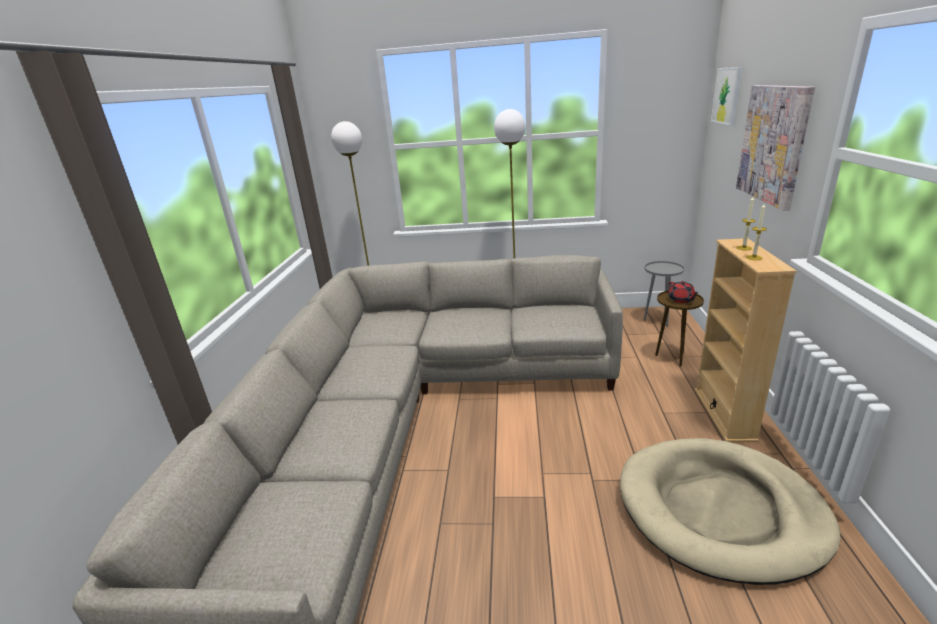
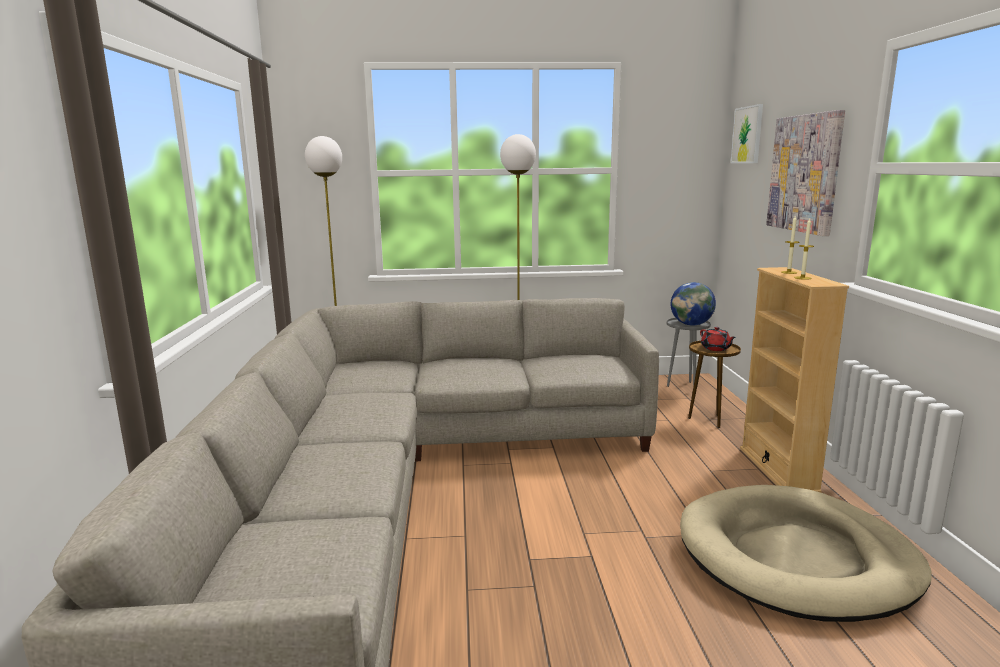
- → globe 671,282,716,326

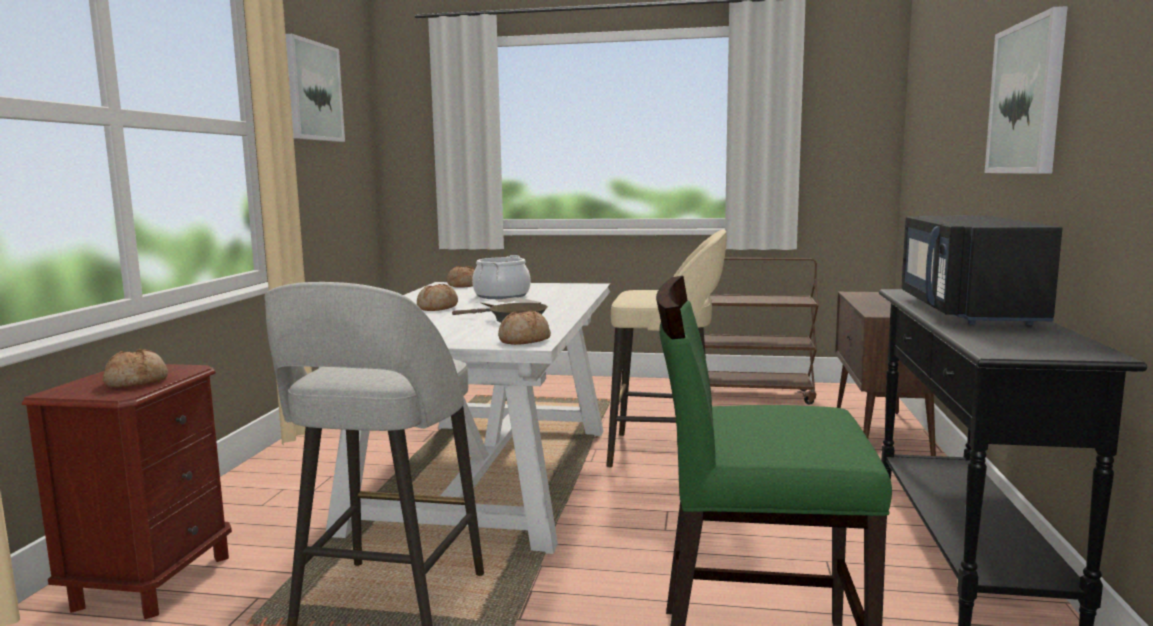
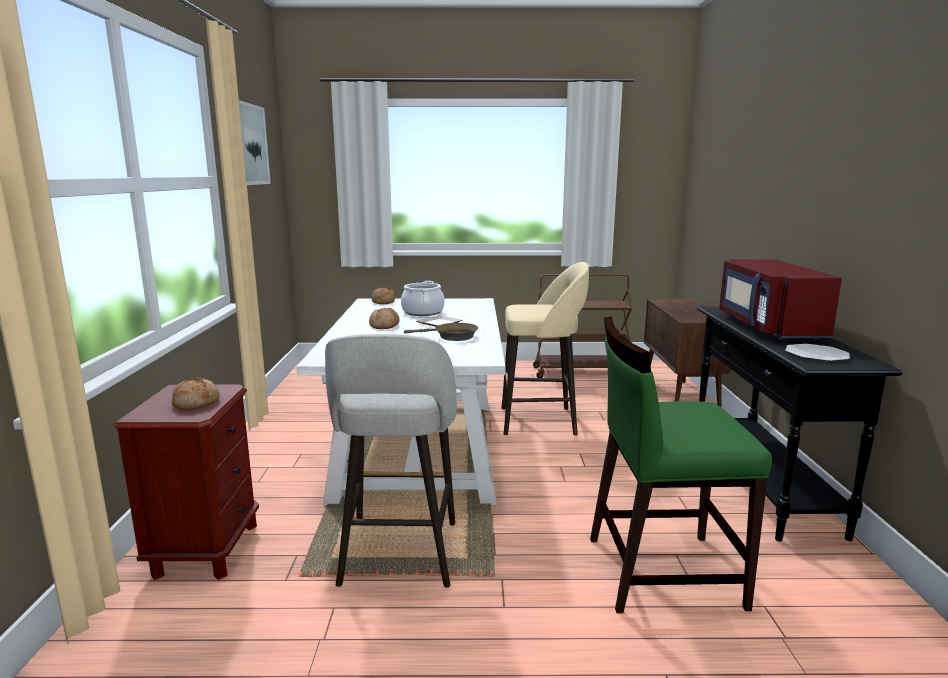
picture 985,6,1068,174 → -
blackish kitchen microwave 901,215,1062,325 → red-coloured kitchen microwave 719,259,842,340
bakery bread 498,311,551,345 → -
- → dinner plate 785,344,850,361

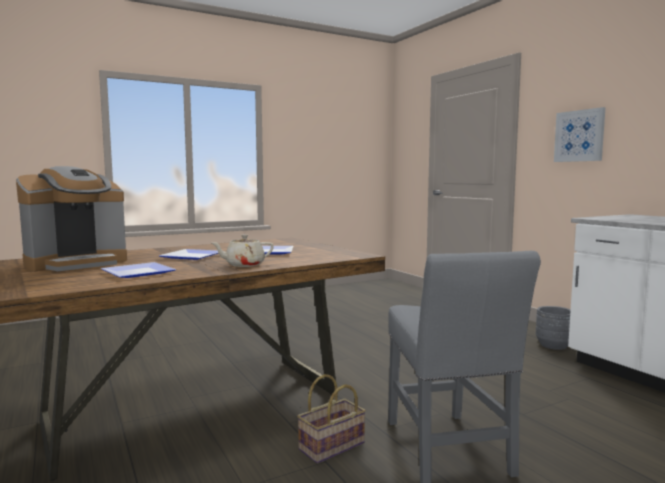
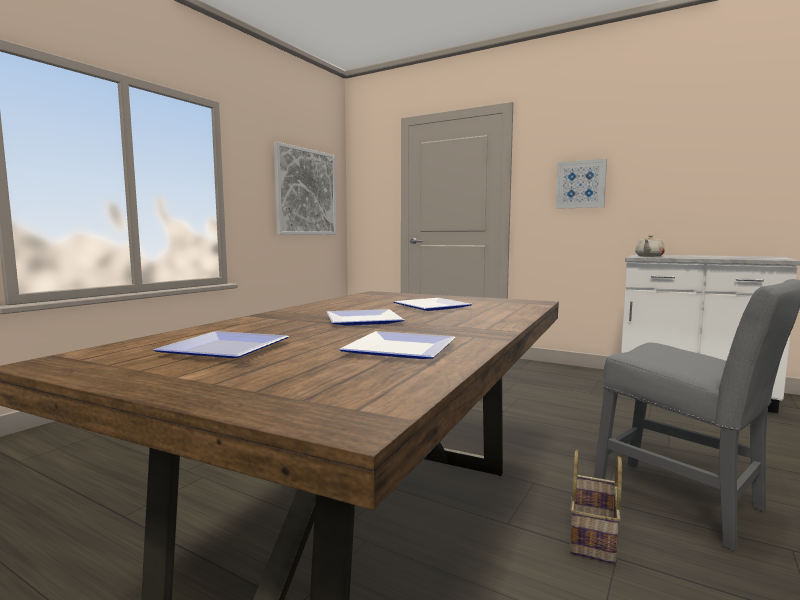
coffee maker 16,166,127,272 → dinner plate 153,331,289,358
beige pot for tea 212,234,274,267 → beige pot for tea 635,235,665,257, shifted
gray flower pot 536,306,571,350 → -
- → picture 274,142,336,235

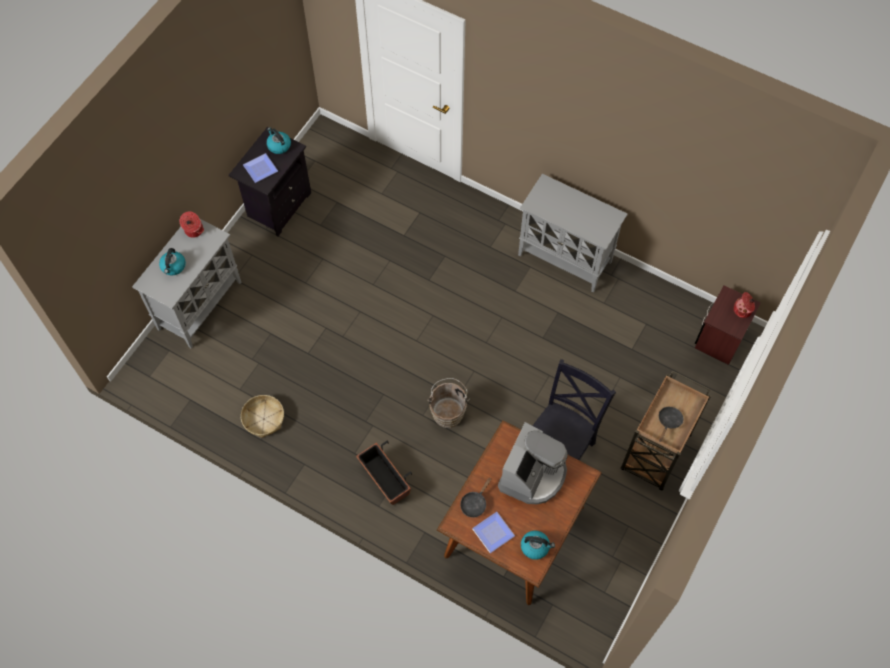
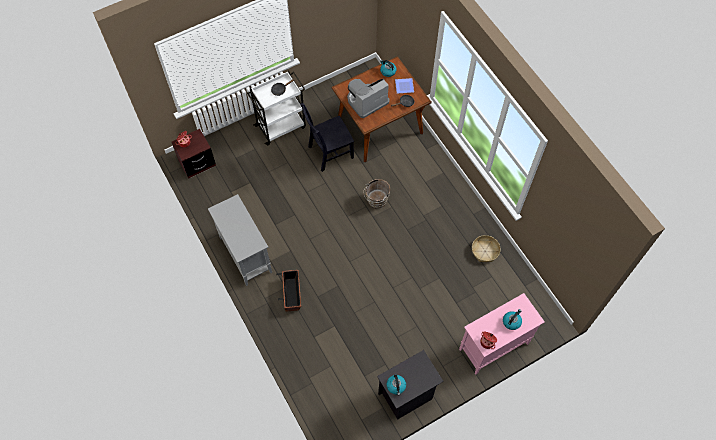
dinner plate 243,153,278,183 → -
gray storage cabinet 132,218,242,348 → pinkish storage cabinet 459,293,545,375
brown cart 621,371,711,491 → white-coloured cart 247,71,306,145
flower pot 356,441,412,505 → flower pot 277,270,301,312, shifted

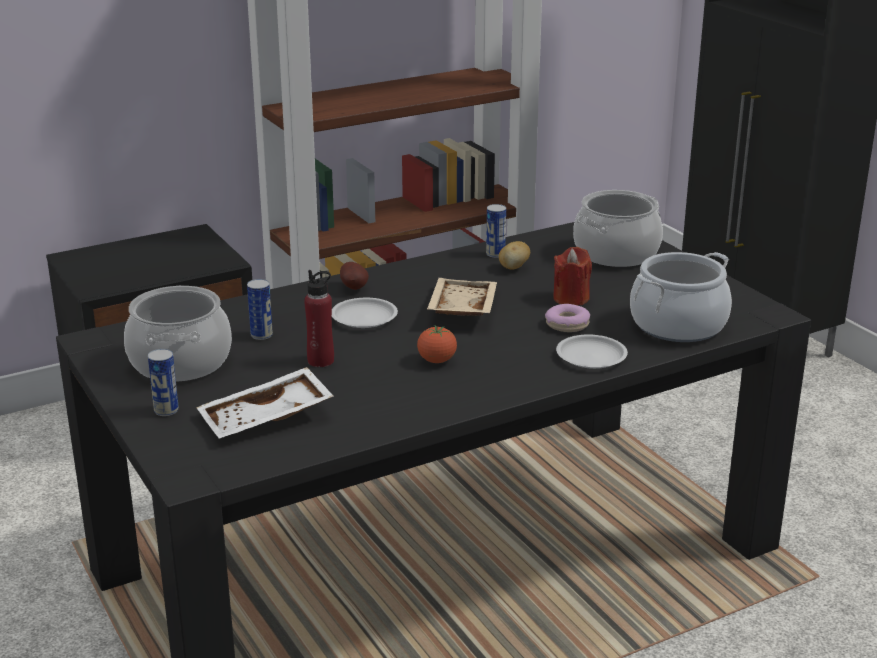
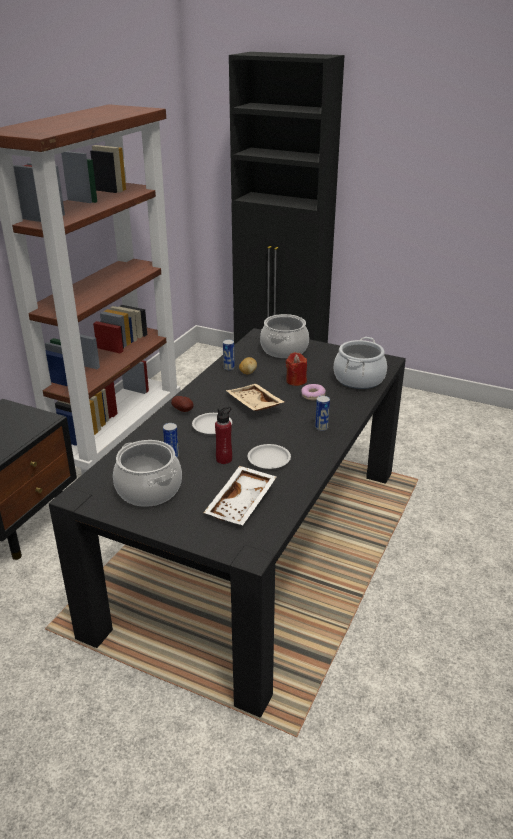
tomato 417,325,457,363 → -
white-coloured dinner plate 556,335,628,369 → white-coloured dinner plate 248,444,291,469, shifted
can 148,349,179,416 → can 315,396,330,431, shifted

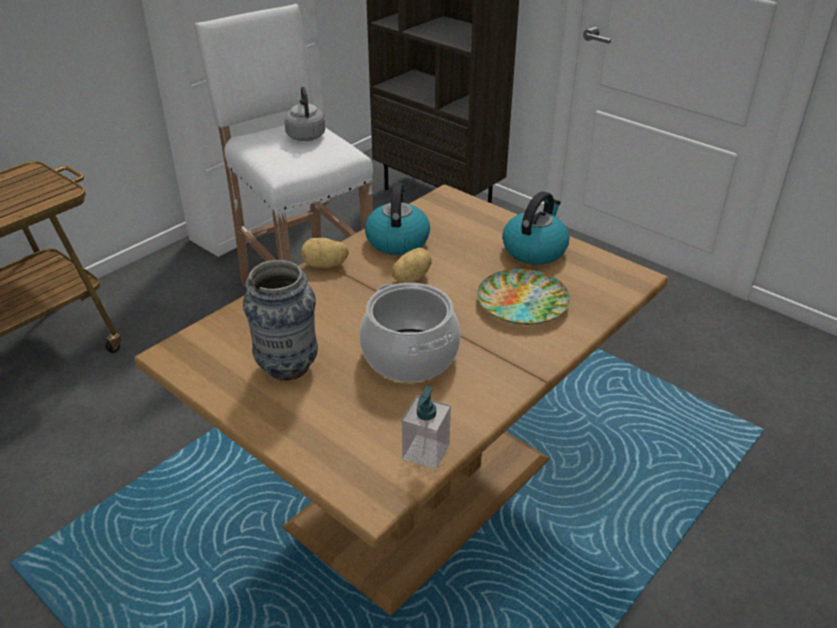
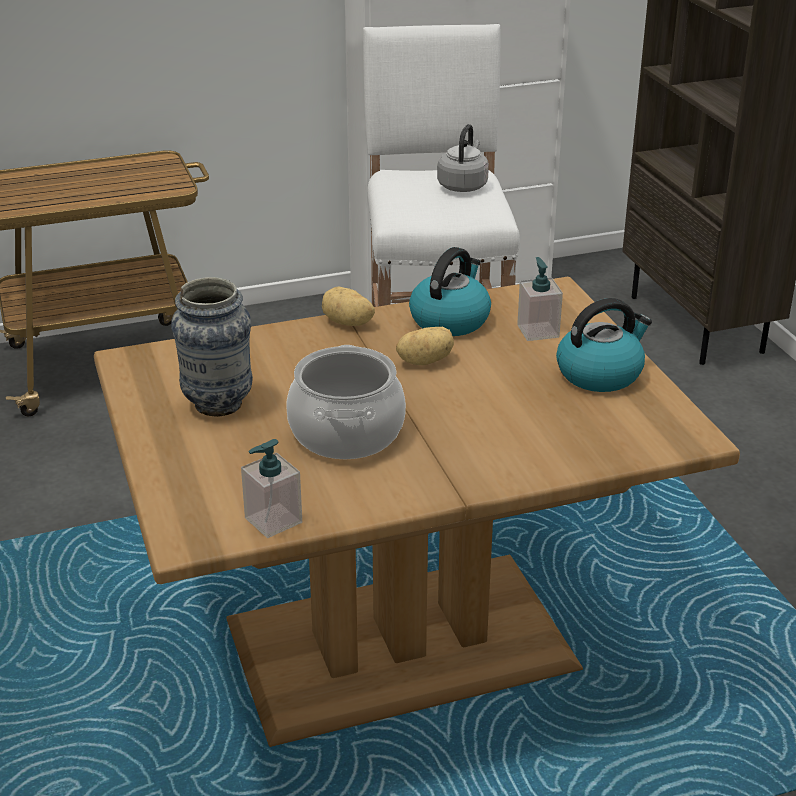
dinner plate 477,269,570,325 → -
- → liquid soap bottle 517,257,563,341

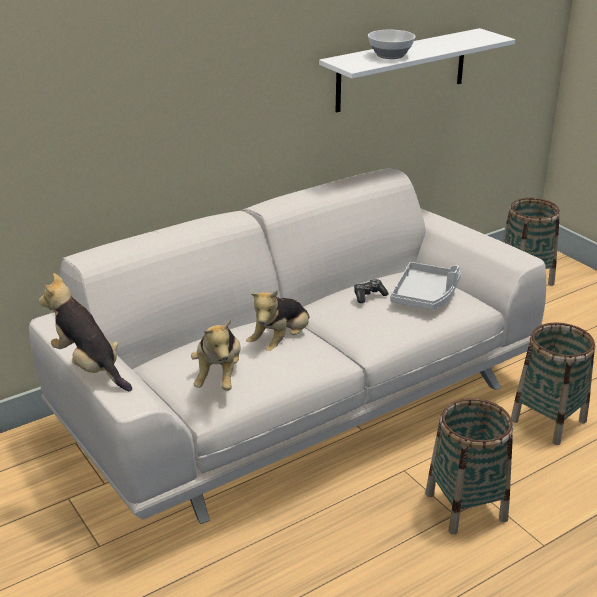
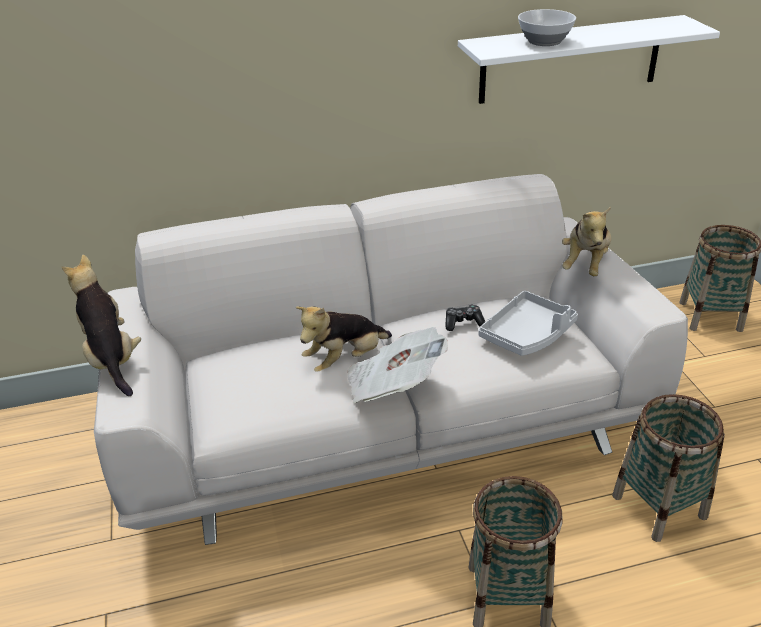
plush toy 191,319,241,391 → plush toy 562,207,611,276, shifted
- → printed paper 347,327,448,403

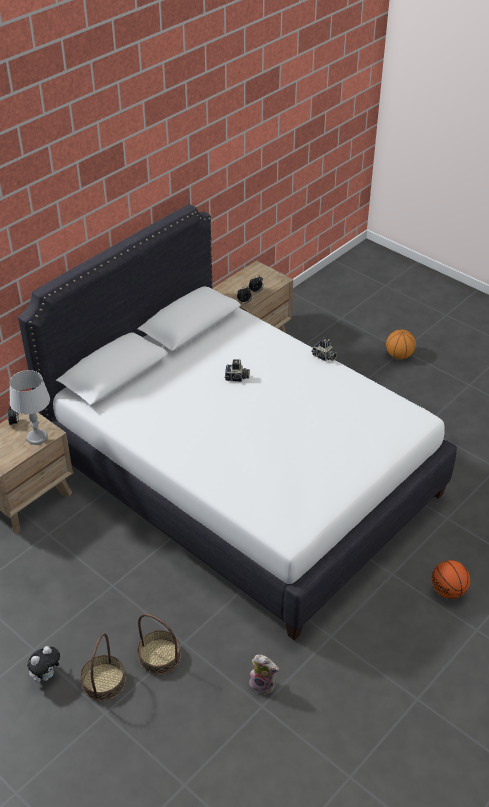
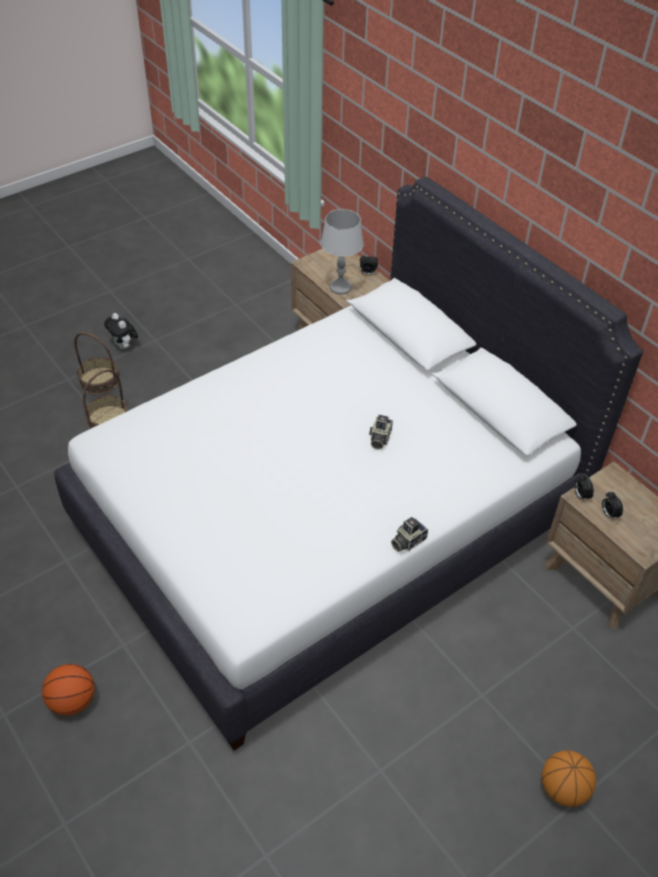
plush toy 249,655,279,695 → -

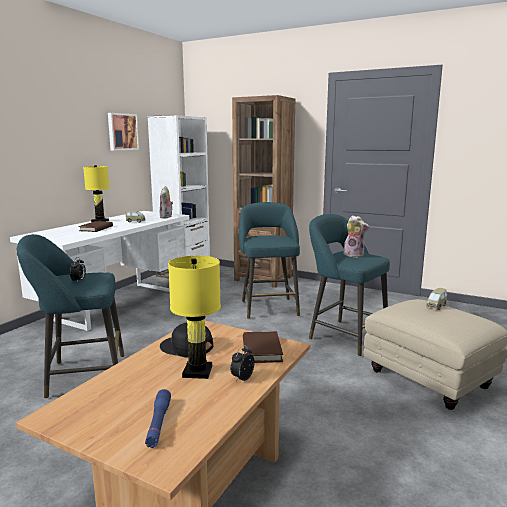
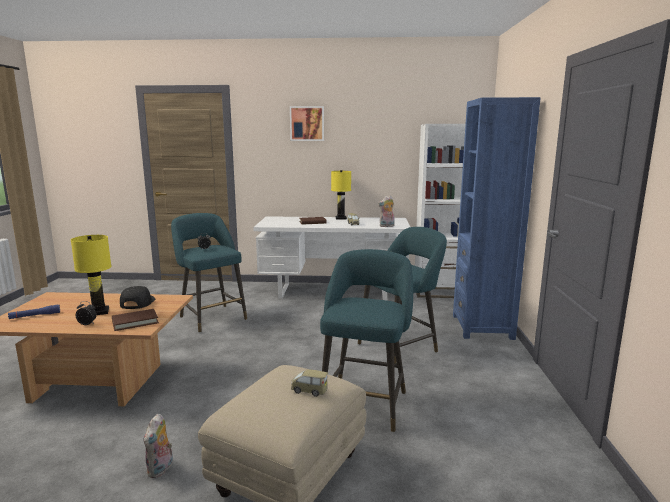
brown bookcase 232,95,295,288 → blue bookcase 453,97,541,340
picture 108,113,139,150 → picture 290,106,324,141, shifted
plush toy 343,215,369,258 → plush toy 144,414,173,478, shifted

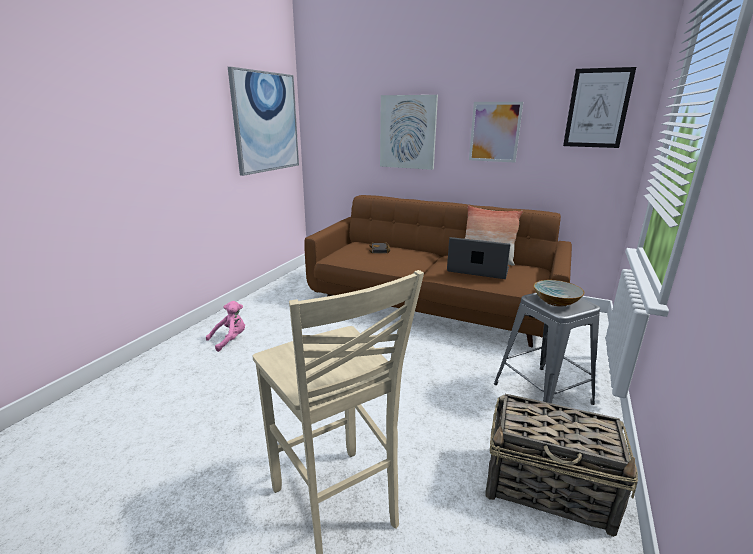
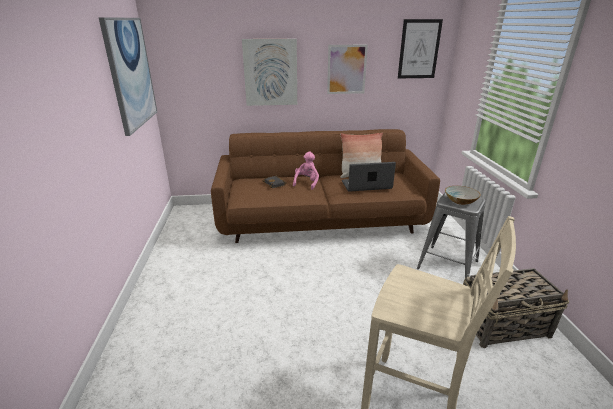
pinkish plush toy 206,301,245,352 → pinkish plush toy 293,151,319,190, shifted

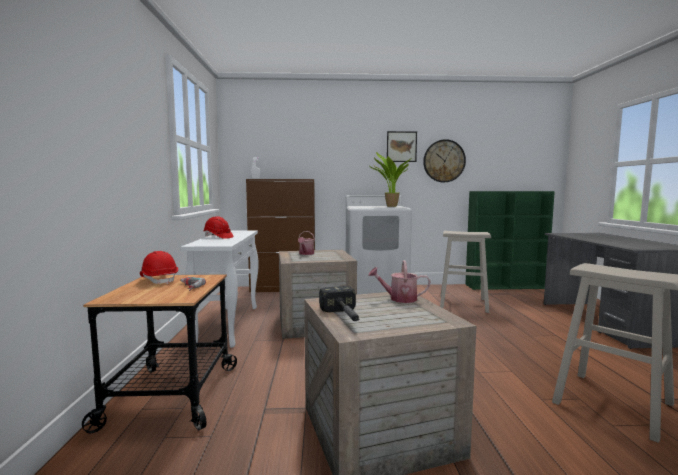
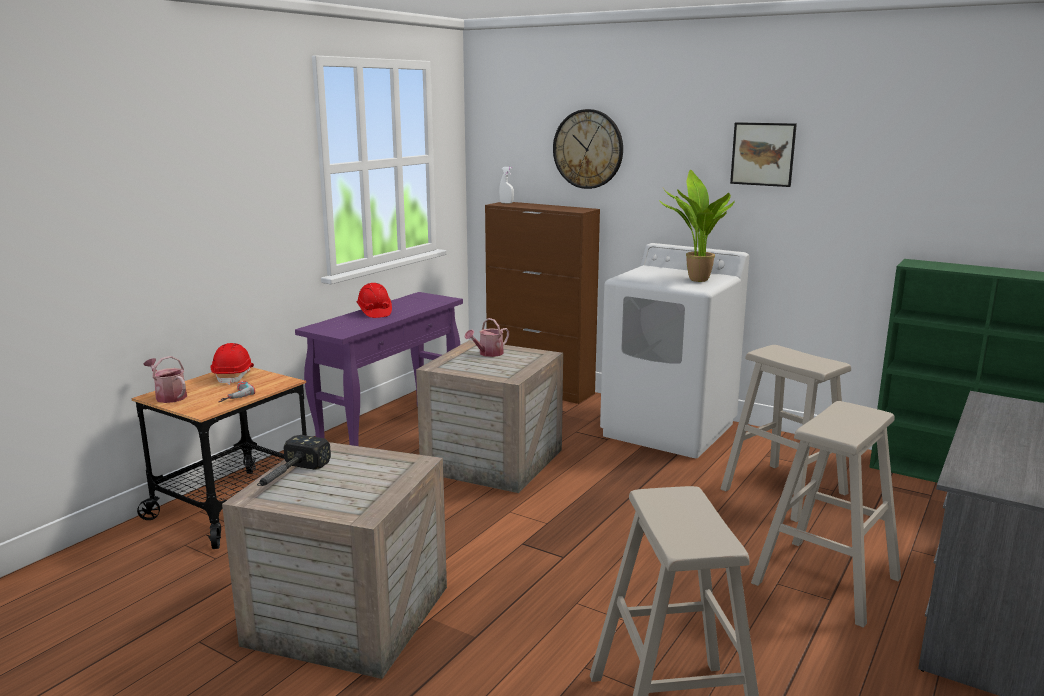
wall clock 423,139,466,182 → wall clock 553,109,623,189, shifted
white-coloured hall table 181,230,259,348 → purplish hall table 295,292,463,446
watering can 368,260,431,303 → watering can 143,356,187,403, shifted
- → beige stool seat 751,401,901,628

